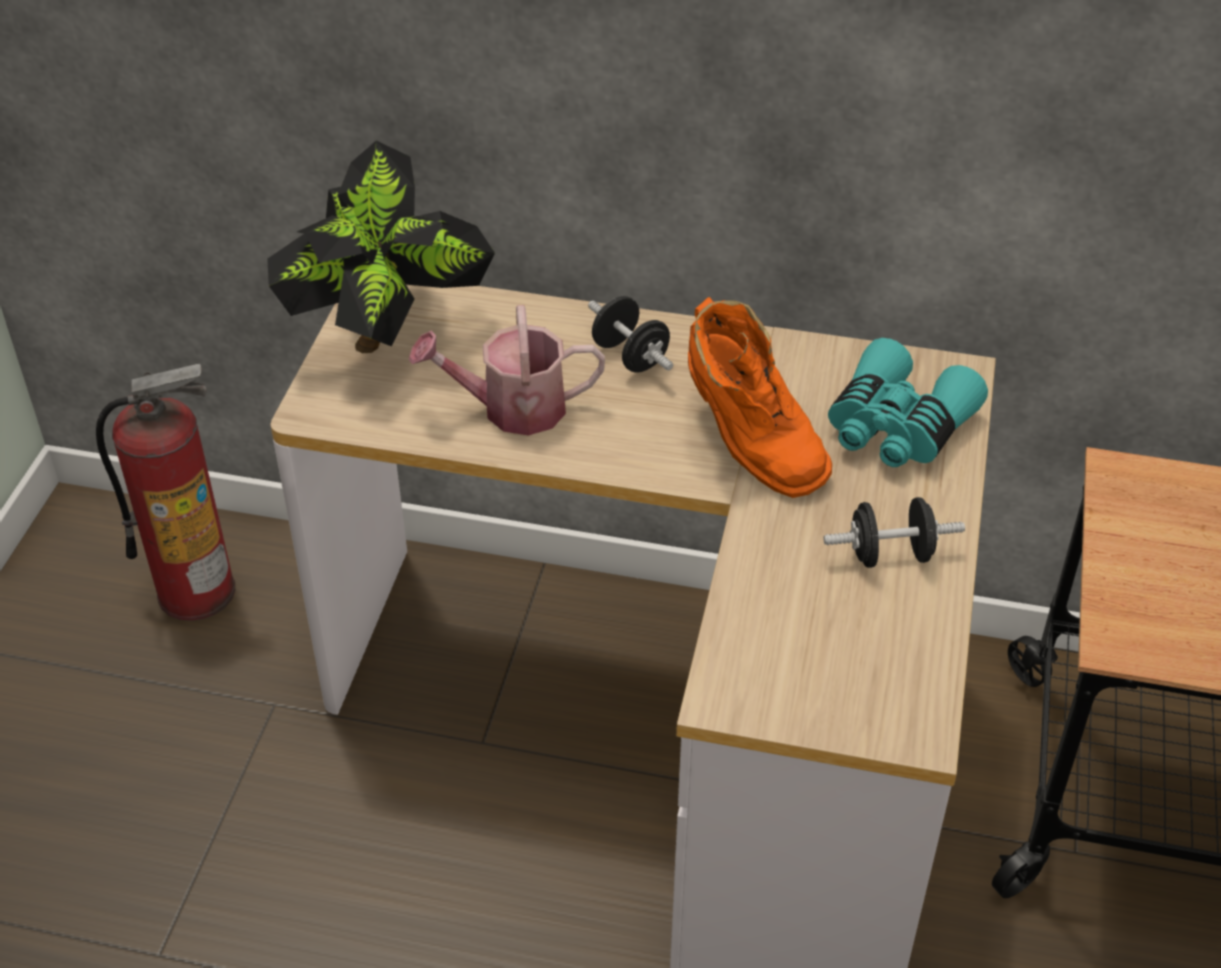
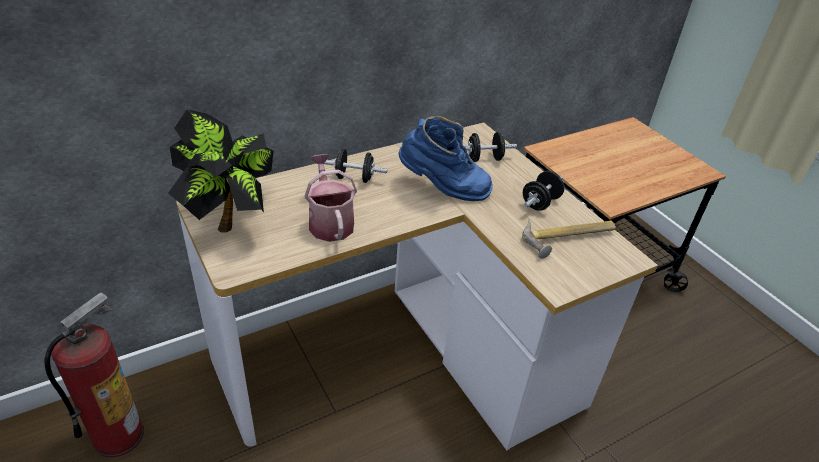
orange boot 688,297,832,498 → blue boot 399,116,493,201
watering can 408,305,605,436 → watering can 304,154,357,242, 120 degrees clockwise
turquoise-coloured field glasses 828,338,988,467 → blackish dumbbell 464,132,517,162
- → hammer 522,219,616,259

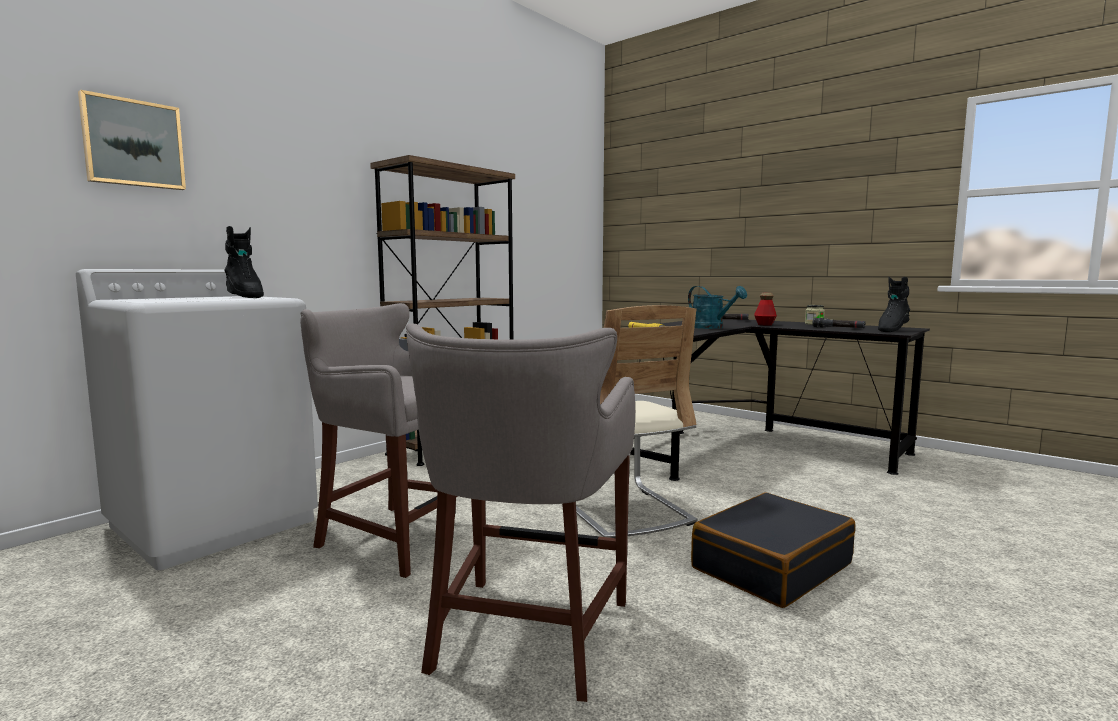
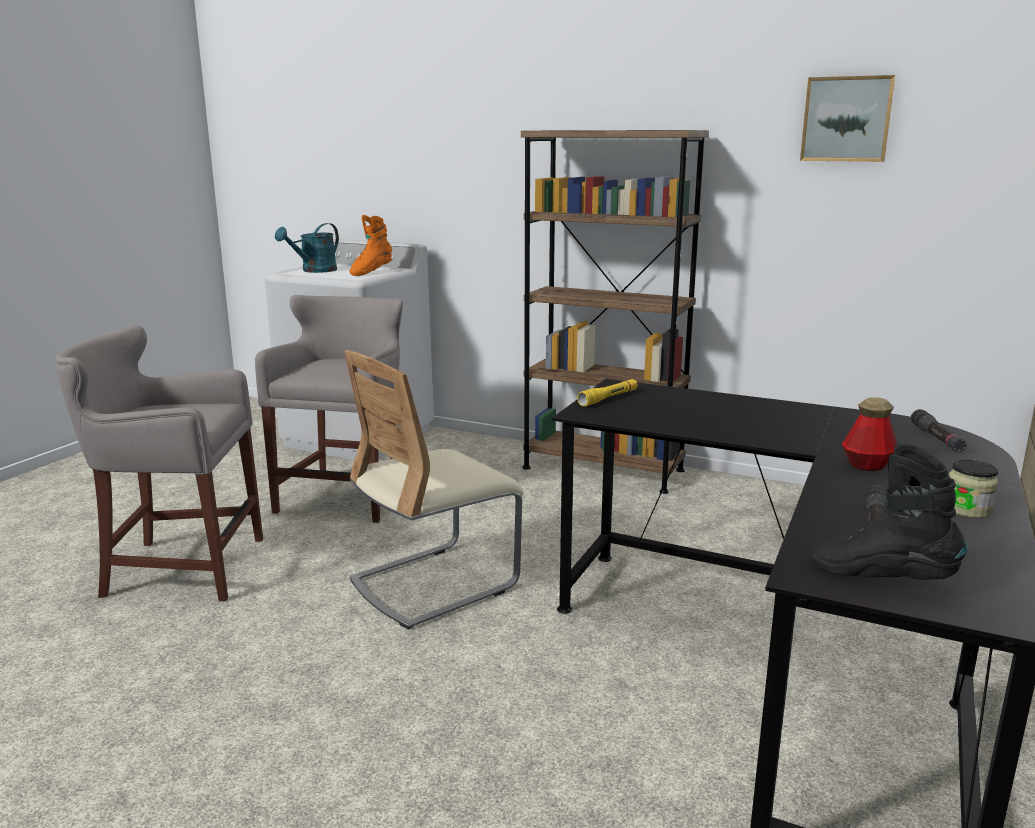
picture 78,90,186,190 → picture 800,75,895,162, shifted
blackish boot 224,226,264,298 → orange boot 349,215,392,276
turquoise-coloured watering can 688,286,747,329 → turquoise-coloured watering can 275,223,339,273, shifted
blackish piece of luggage 691,492,855,608 → -

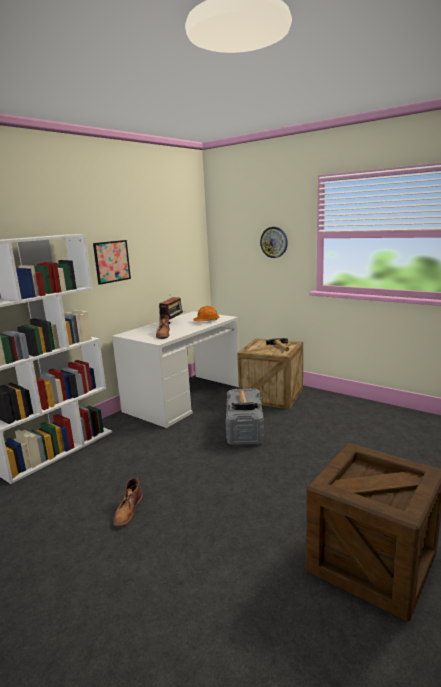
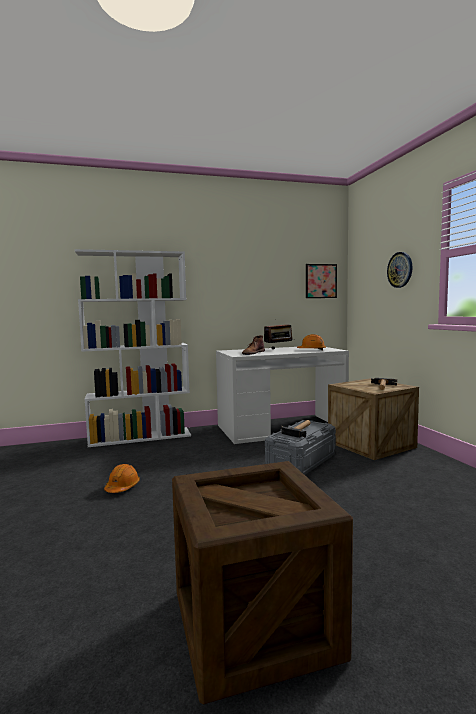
picture 93,240,131,285 → picture 306,264,337,298, shifted
brown boot 113,478,143,527 → orange work helmet 104,464,140,493

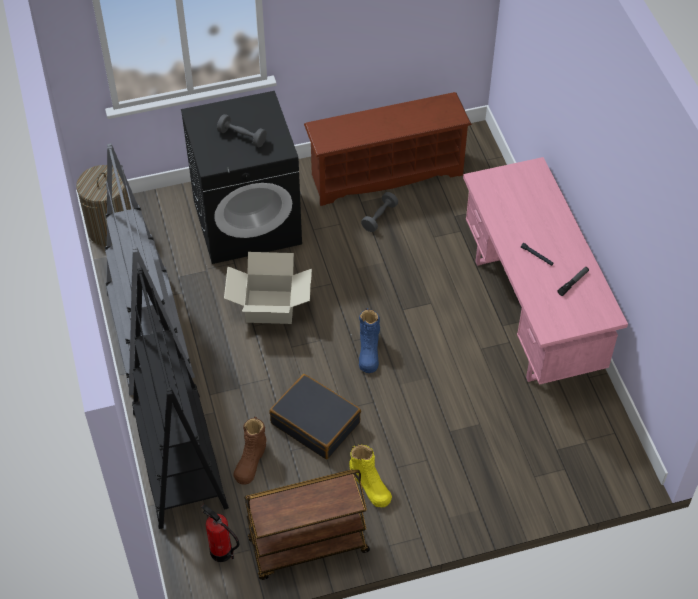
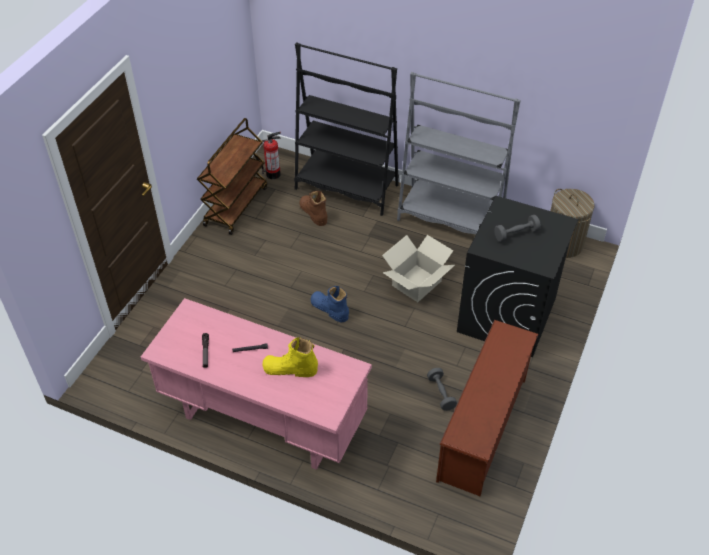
blackish piece of luggage 269,374,361,459 → -
yellow-coloured boot 349,445,392,507 → yellow-coloured boot 262,337,318,377, shifted

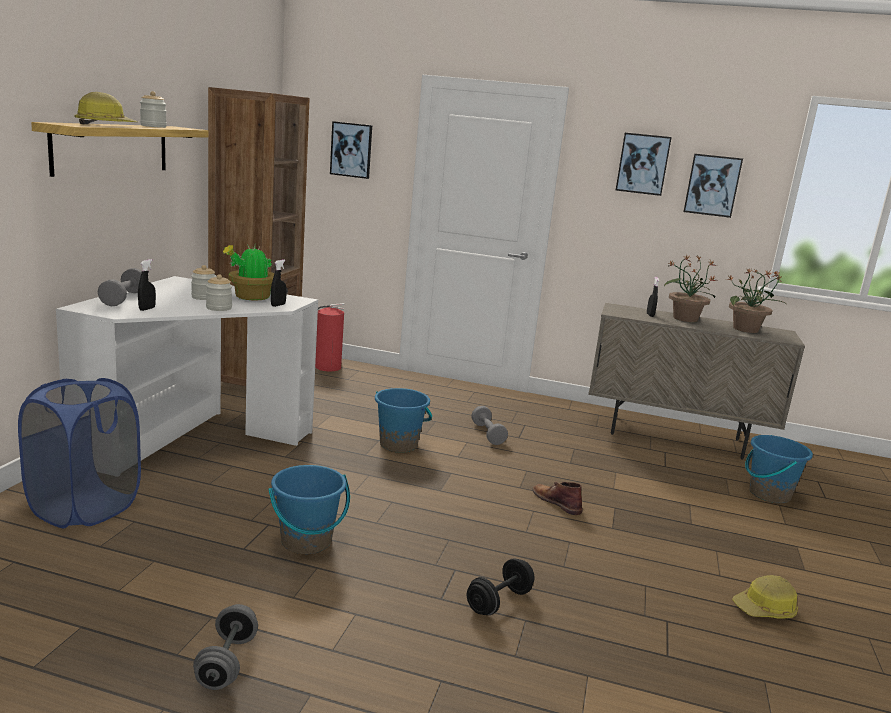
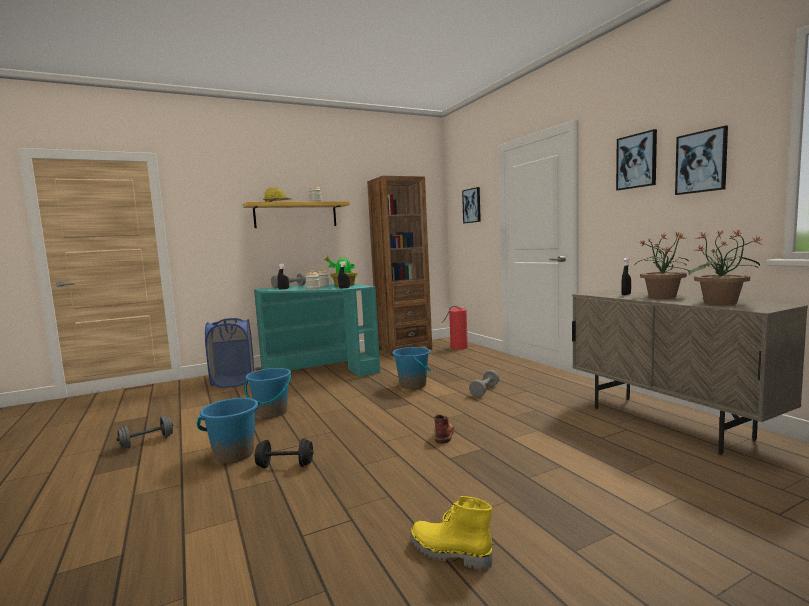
white-coloured desk table 56,276,318,460 → turquoise-coloured desk table 254,282,380,377
blue bucket 745,435,813,504 → blue bucket 197,398,260,464, shifted
work helmet 732,575,798,618 → yellow-coloured boot 410,496,492,570

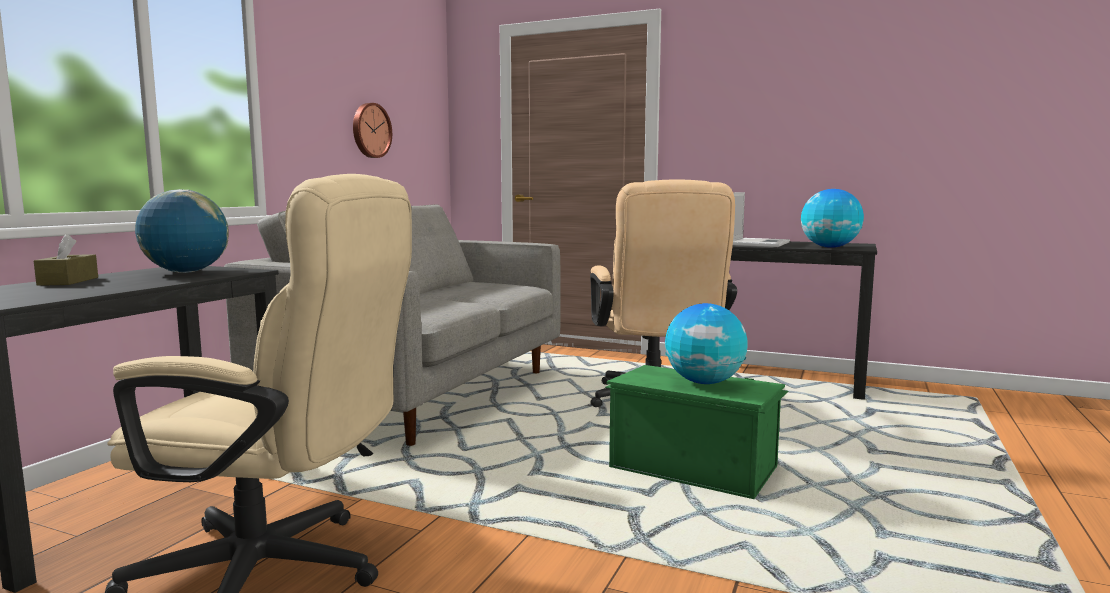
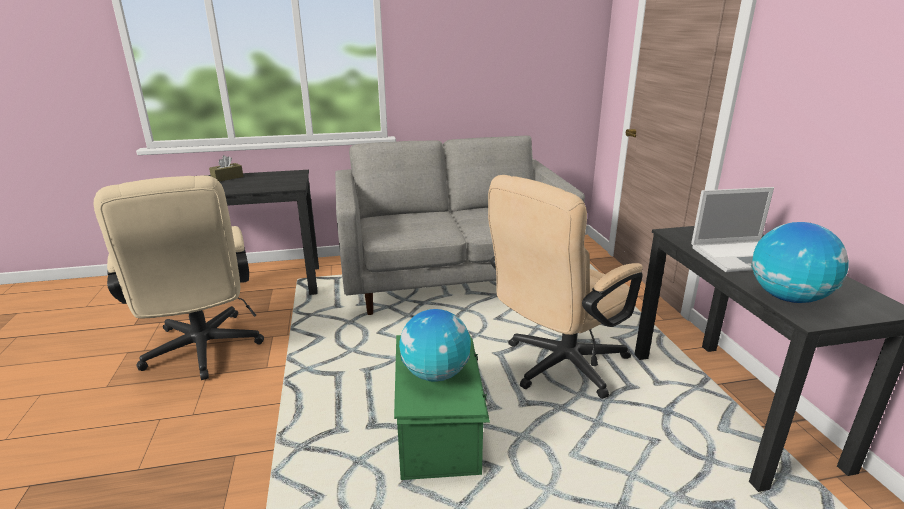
wall clock 353,103,392,158 → -
globe 135,189,229,273 → -

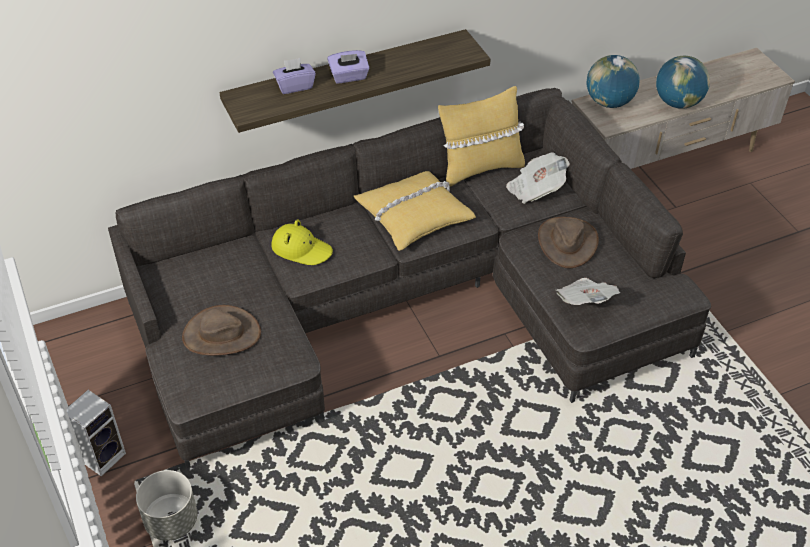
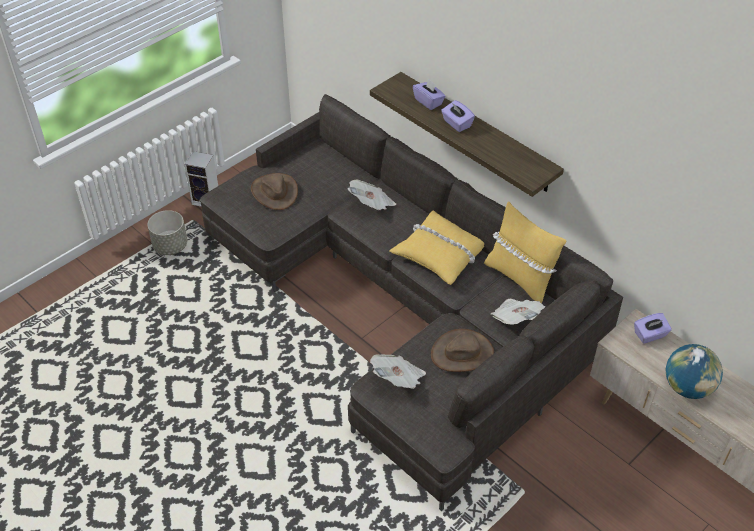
globe 586,55,640,108 → purplish tissue box 634,313,672,344
yellow-coloured clothing hat 271,219,333,265 → printed paper 347,179,396,211

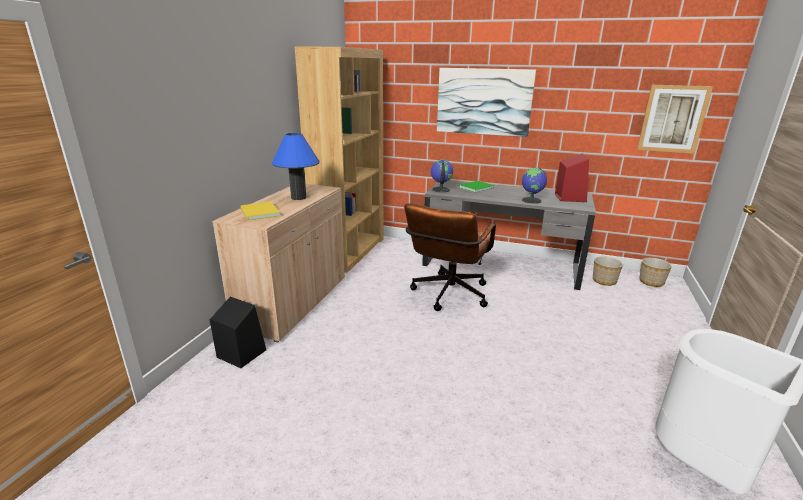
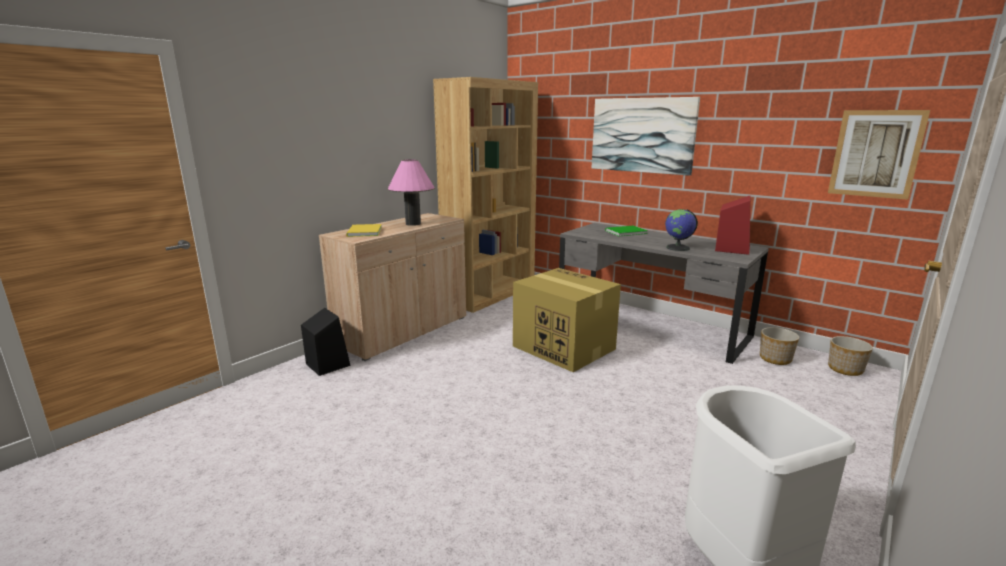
blue tabletop lamp 272,133,320,200 → pinkish tabletop lamp 388,159,435,226
globe 430,159,453,193 → -
brown desk chair 404,204,496,311 → carton 513,268,621,372

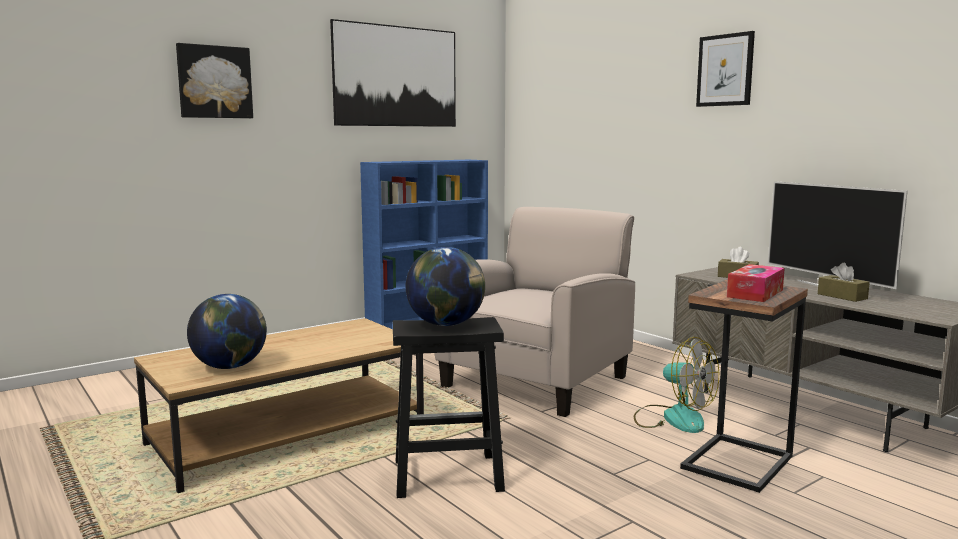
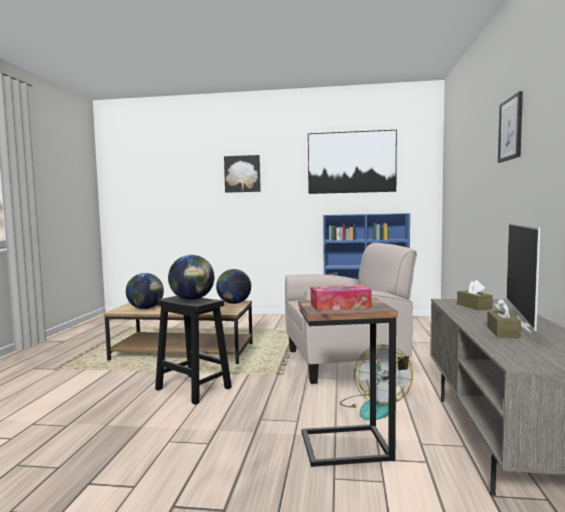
- → globe 216,269,251,304

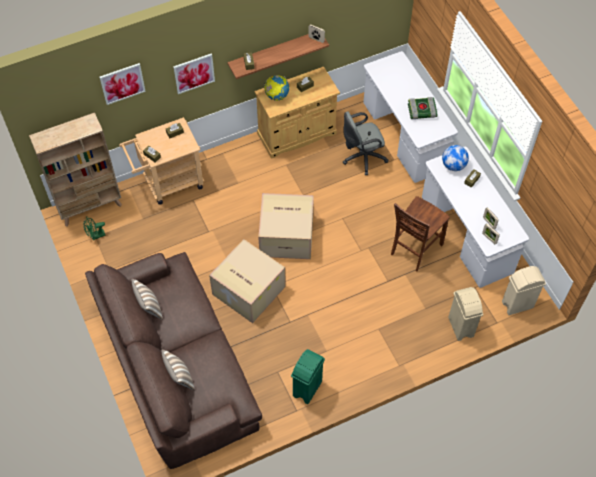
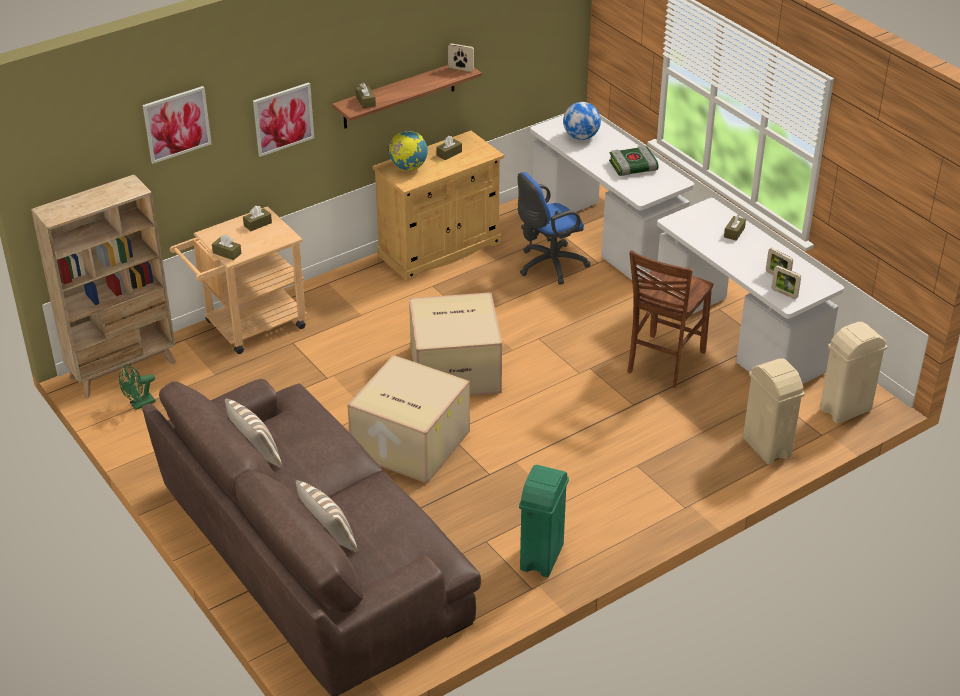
gray desk chair 343,112,388,175 → blue desk chair 518,172,590,285
globe 442,145,469,171 → globe 563,102,601,140, shifted

